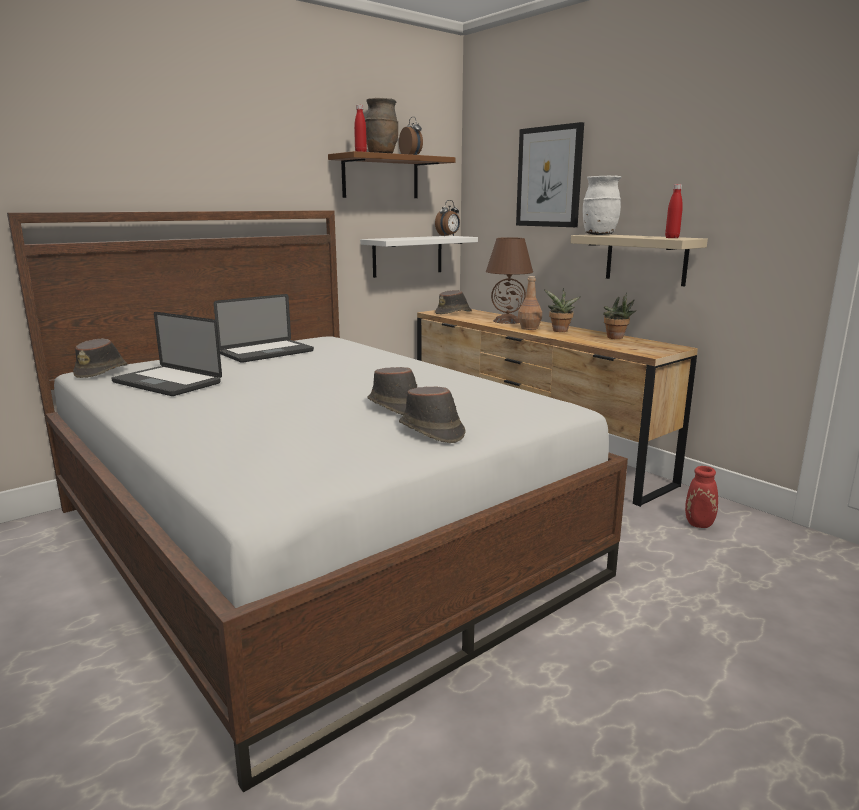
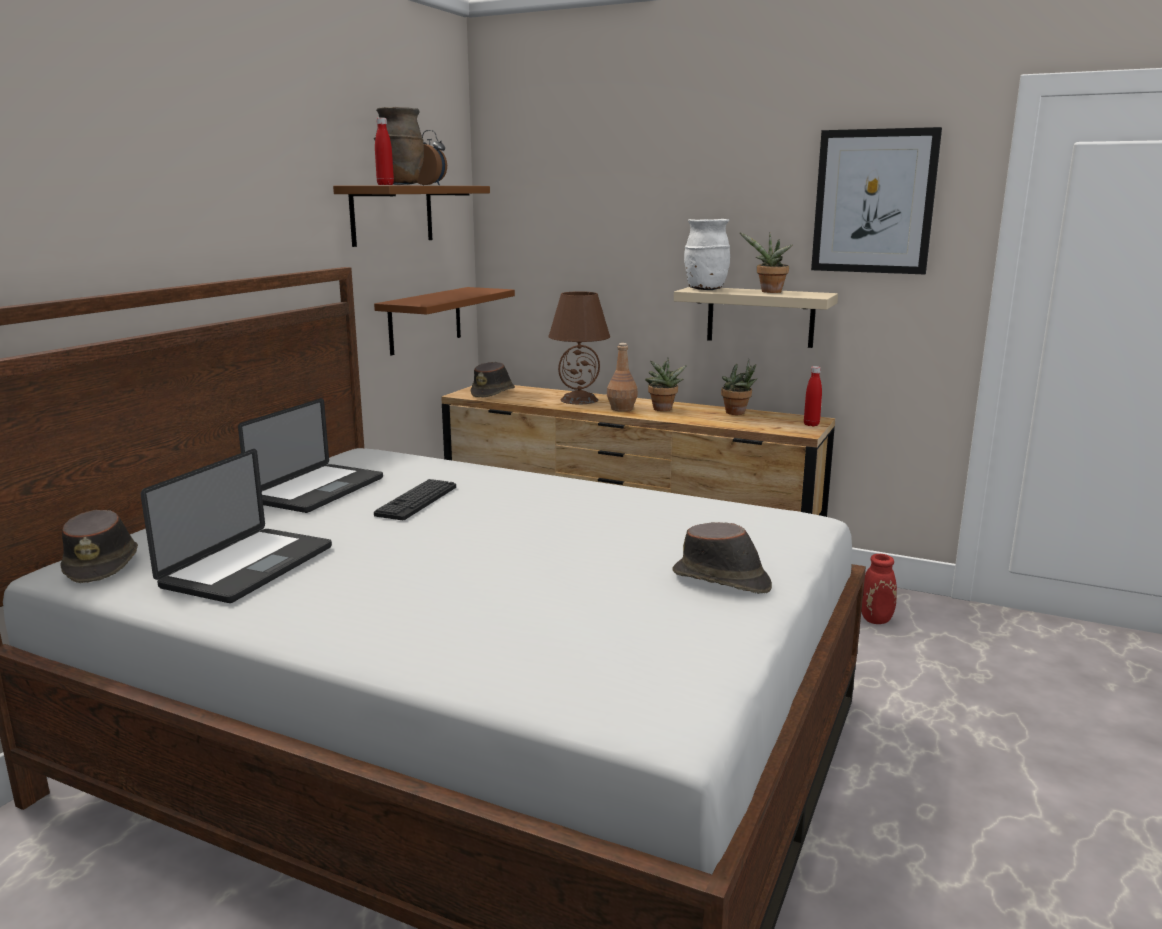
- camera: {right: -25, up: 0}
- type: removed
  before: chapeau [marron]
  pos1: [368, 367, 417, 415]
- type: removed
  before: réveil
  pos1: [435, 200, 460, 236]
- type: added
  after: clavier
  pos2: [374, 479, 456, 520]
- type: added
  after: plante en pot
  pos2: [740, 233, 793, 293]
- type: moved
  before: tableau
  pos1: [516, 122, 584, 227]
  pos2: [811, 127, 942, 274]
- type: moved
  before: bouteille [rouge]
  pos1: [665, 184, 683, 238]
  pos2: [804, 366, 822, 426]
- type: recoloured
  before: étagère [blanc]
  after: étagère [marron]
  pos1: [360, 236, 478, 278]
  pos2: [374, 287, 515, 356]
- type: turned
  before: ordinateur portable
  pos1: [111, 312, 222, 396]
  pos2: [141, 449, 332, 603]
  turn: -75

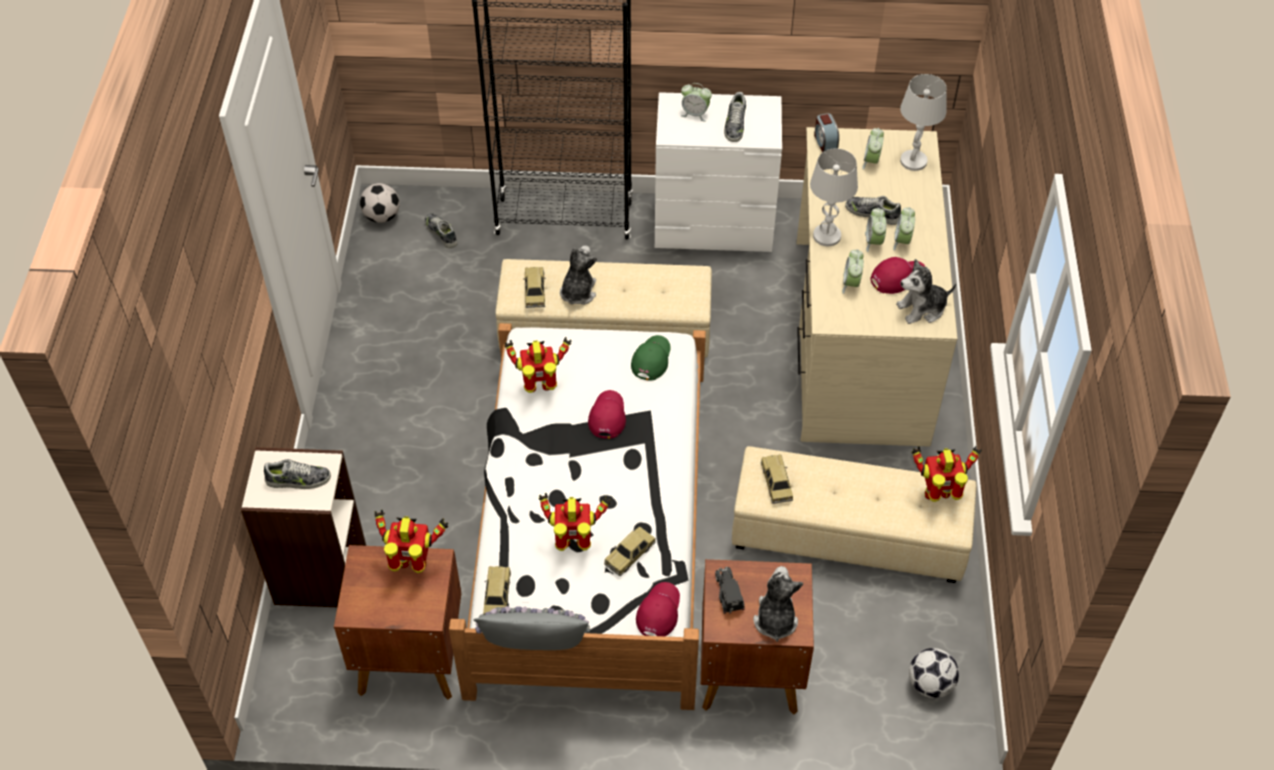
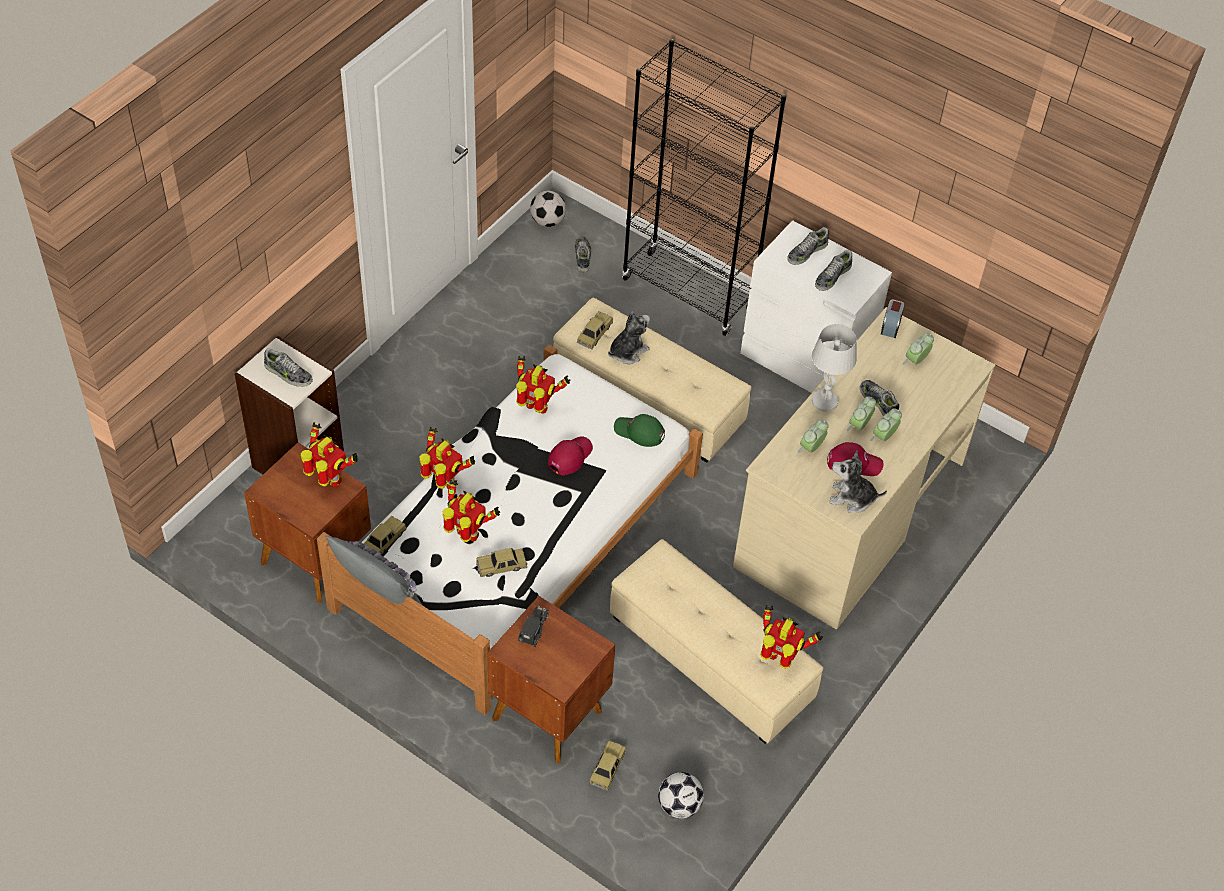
- camera: {right: 30, up: 0}
- type: removed
  before: casquette [rouge]
  pos1: [636, 582, 680, 636]
- type: removed
  before: peluche
  pos1: [753, 566, 803, 642]
- type: removed
  before: lampe de table [blanc]
  pos1: [900, 74, 947, 171]
- type: added
  after: robot jouet
  pos2: [420, 426, 475, 489]
- type: moved
  before: petite voiture
  pos1: [761, 454, 793, 504]
  pos2: [589, 740, 626, 791]
- type: replaced
  before: réveil
  after: chaussure
  pos1: [681, 83, 712, 122]
  pos2: [787, 227, 829, 265]
- type: turned
  before: casquette [vert]
  pos1: [631, 335, 671, 380]
  pos2: [614, 414, 665, 447]
  turn: -120

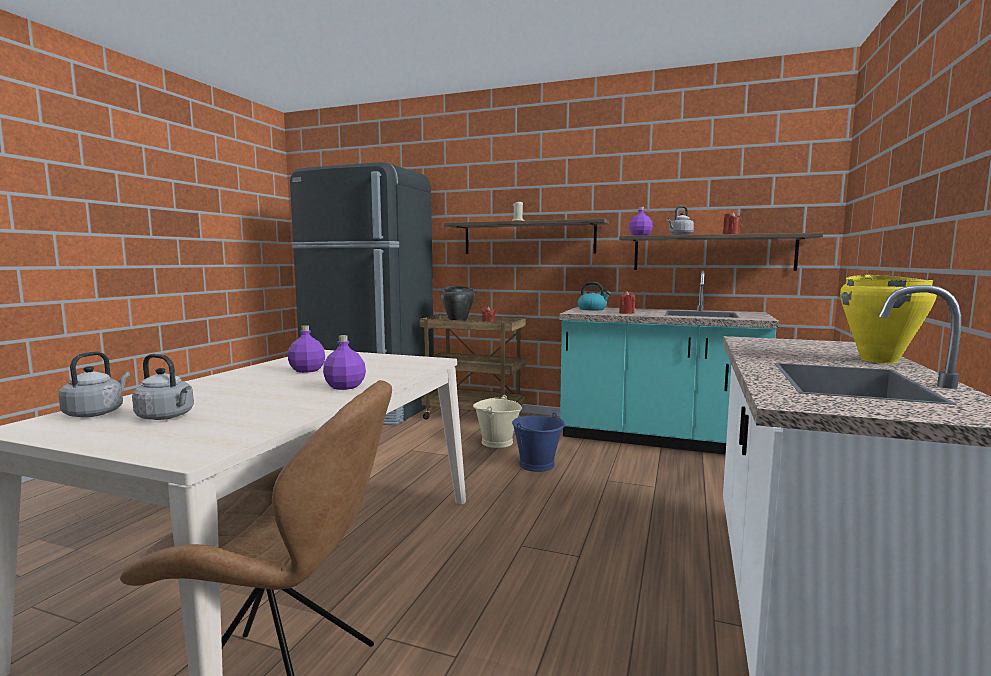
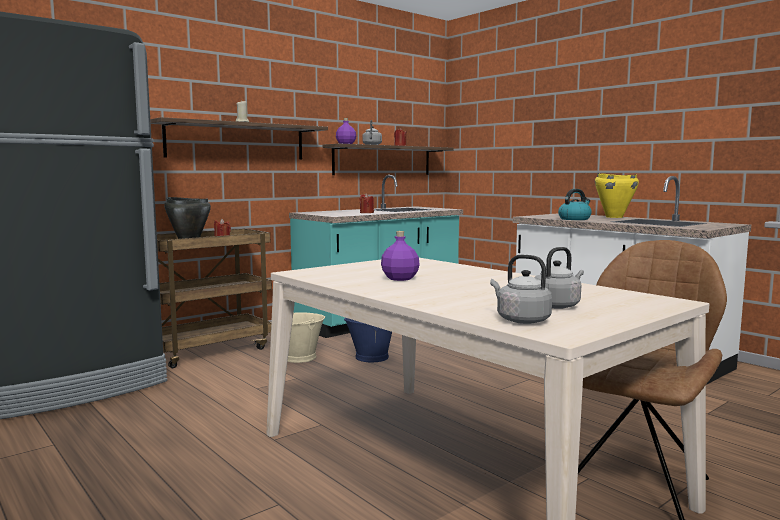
- camera: {right: -60, up: 0}
- type: removed
  before: bouteille [violet]
  pos1: [323, 335, 366, 390]
- type: moved
  before: bouilloire
  pos1: [577, 282, 611, 310]
  pos2: [558, 189, 592, 220]

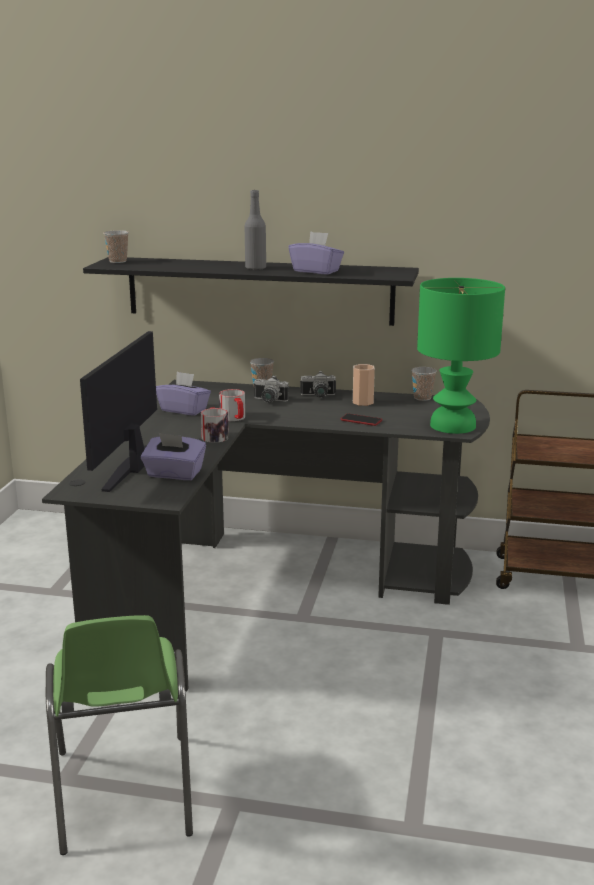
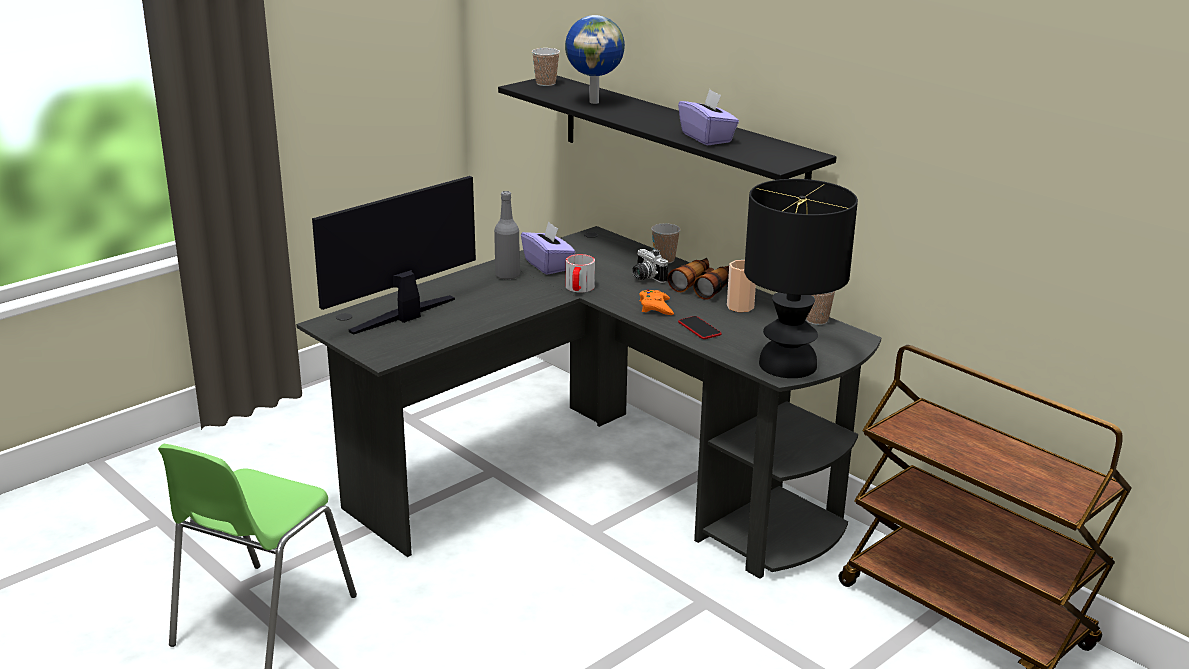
- camera: {right: 35, up: 5}
- type: removed
  before: boîte à mouchoirs [violet]
  pos1: [141, 433, 206, 480]
- type: removed
  before: mug
  pos1: [201, 407, 229, 443]
- type: added
  after: globe
  pos2: [565, 15, 625, 104]
- type: added
  after: manette [orange]
  pos2: [640, 289, 674, 315]
- type: moved
  before: bouteille [gris]
  pos1: [245, 190, 266, 270]
  pos2: [494, 191, 520, 279]
- type: replaced
  before: appareil photo
  after: jumelles
  pos1: [300, 371, 336, 398]
  pos2: [668, 258, 729, 300]
- type: recoloured
  before: lampe de table [vert]
  after: lampe de table [noir]
  pos1: [417, 278, 505, 434]
  pos2: [744, 179, 858, 378]

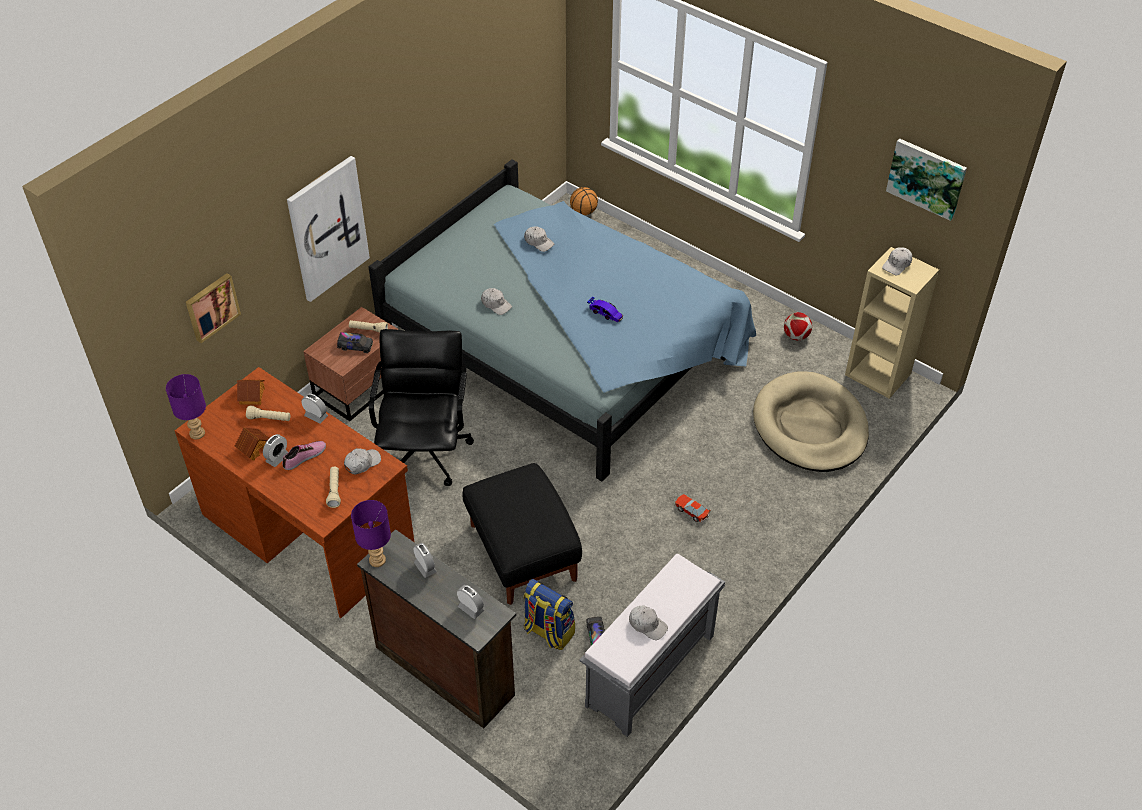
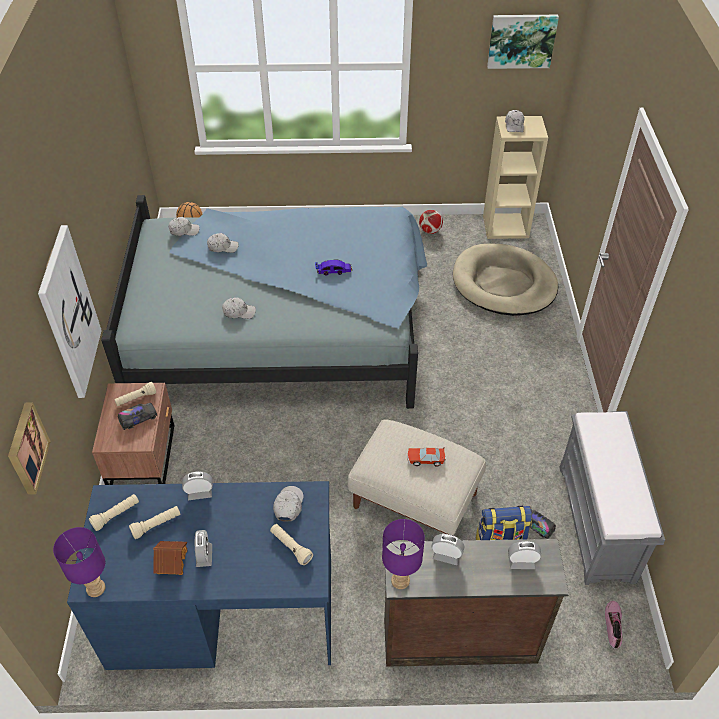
- camera: {right: -40, up: 0}
- type: removed
  before: chaise de bureau [noir]
  pos1: [369, 329, 474, 486]
- type: moved
  before: chaussure
  pos1: [282, 441, 326, 470]
  pos2: [605, 601, 622, 648]
- type: moved
  before: casquette [blanc]
  pos1: [629, 606, 668, 640]
  pos2: [168, 217, 200, 236]
- type: moved
  before: petite voiture
  pos1: [675, 494, 711, 523]
  pos2: [407, 447, 446, 466]
- type: replaced
  before: maison miniature
  after: lampe de poche [beige]
  pos1: [237, 380, 265, 405]
  pos2: [89, 494, 139, 531]
- type: recoloured
  before: bureau [marron]
  after: bureau [bleu]
  pos1: [175, 367, 415, 618]
  pos2: [67, 481, 331, 670]
- type: recoloured
  before: pouf [noir]
  after: pouf [beige]
  pos1: [462, 463, 582, 605]
  pos2: [348, 419, 486, 535]

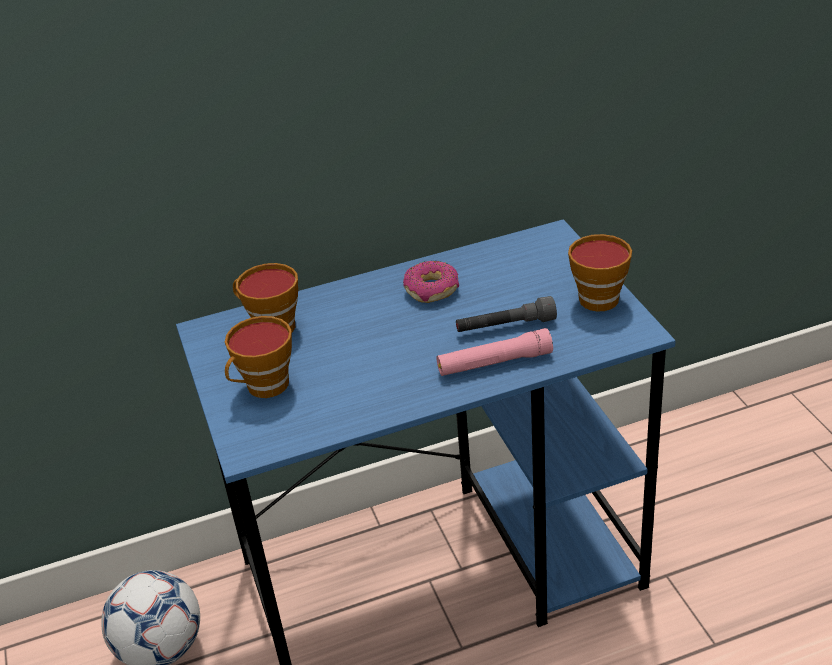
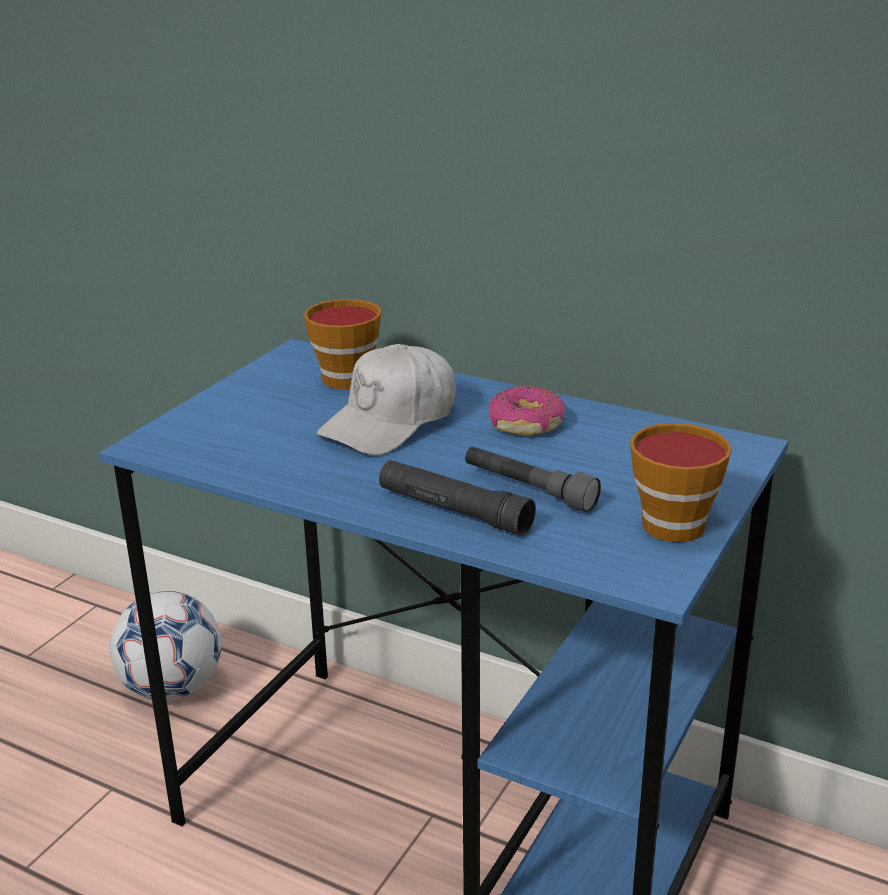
- camera: {right: 45, up: -10}
- type: removed
  before: tasse
  pos1: [225, 316, 292, 398]
- type: added
  after: casquette [blanc]
  pos2: [316, 344, 456, 456]
- type: recoloured
  before: lampe de poche [rose]
  after: lampe de poche [noir]
  pos1: [437, 328, 553, 376]
  pos2: [379, 460, 536, 536]

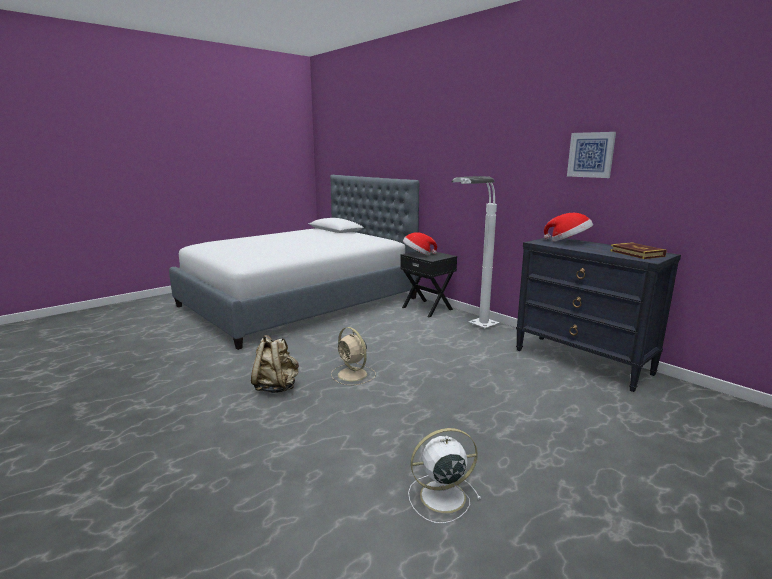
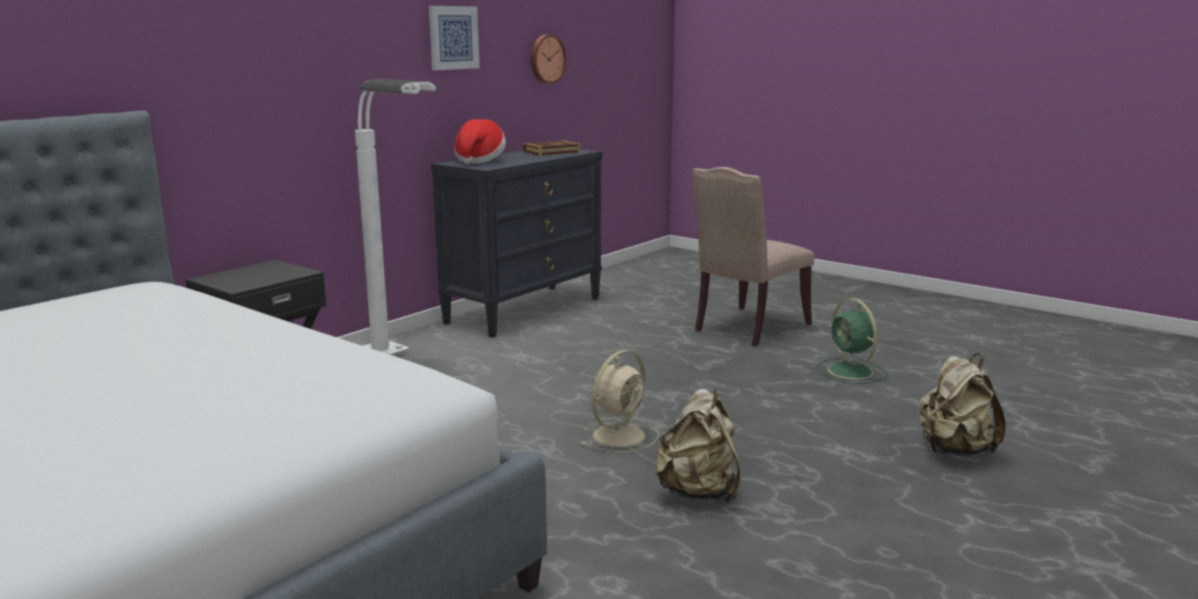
- camera: {right: -100, up: 0}
- type: removed
  before: chapeau
  pos1: [403, 232, 437, 255]
- type: added
  after: horloge murale
  pos2: [531, 34, 566, 84]
- type: added
  after: chaise [beige]
  pos2: [692, 167, 814, 346]
- type: added
  after: sac à dos [beige]
  pos2: [919, 354, 1006, 456]
- type: recoloured
  before: ventilateur [blanc]
  after: ventilateur [vert]
  pos1: [408, 428, 481, 524]
  pos2: [817, 298, 888, 384]

